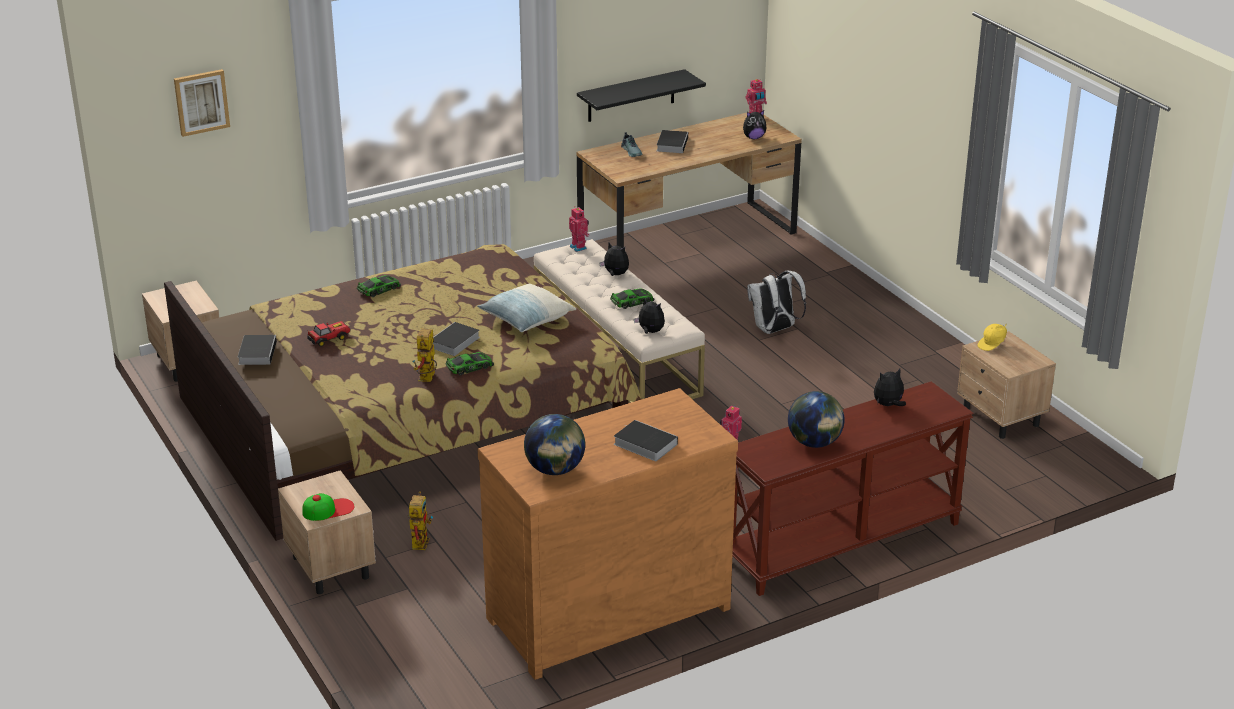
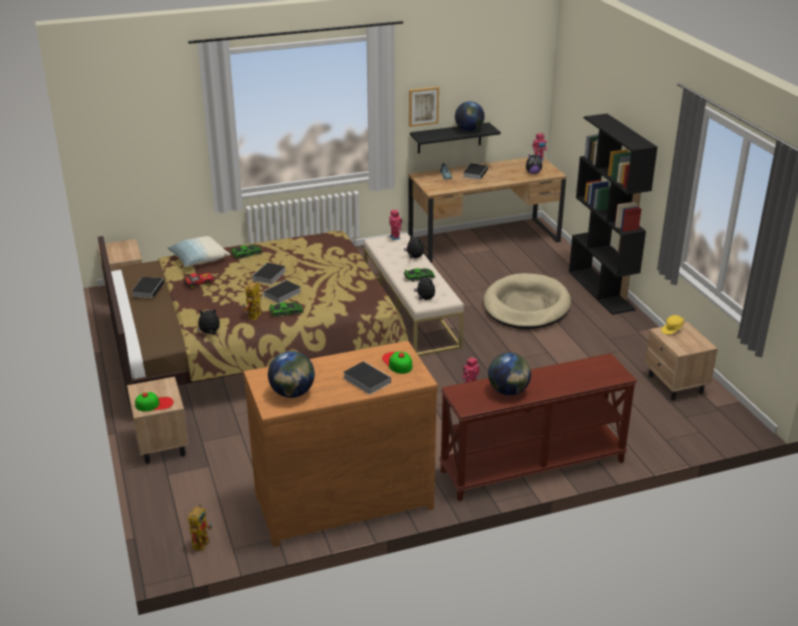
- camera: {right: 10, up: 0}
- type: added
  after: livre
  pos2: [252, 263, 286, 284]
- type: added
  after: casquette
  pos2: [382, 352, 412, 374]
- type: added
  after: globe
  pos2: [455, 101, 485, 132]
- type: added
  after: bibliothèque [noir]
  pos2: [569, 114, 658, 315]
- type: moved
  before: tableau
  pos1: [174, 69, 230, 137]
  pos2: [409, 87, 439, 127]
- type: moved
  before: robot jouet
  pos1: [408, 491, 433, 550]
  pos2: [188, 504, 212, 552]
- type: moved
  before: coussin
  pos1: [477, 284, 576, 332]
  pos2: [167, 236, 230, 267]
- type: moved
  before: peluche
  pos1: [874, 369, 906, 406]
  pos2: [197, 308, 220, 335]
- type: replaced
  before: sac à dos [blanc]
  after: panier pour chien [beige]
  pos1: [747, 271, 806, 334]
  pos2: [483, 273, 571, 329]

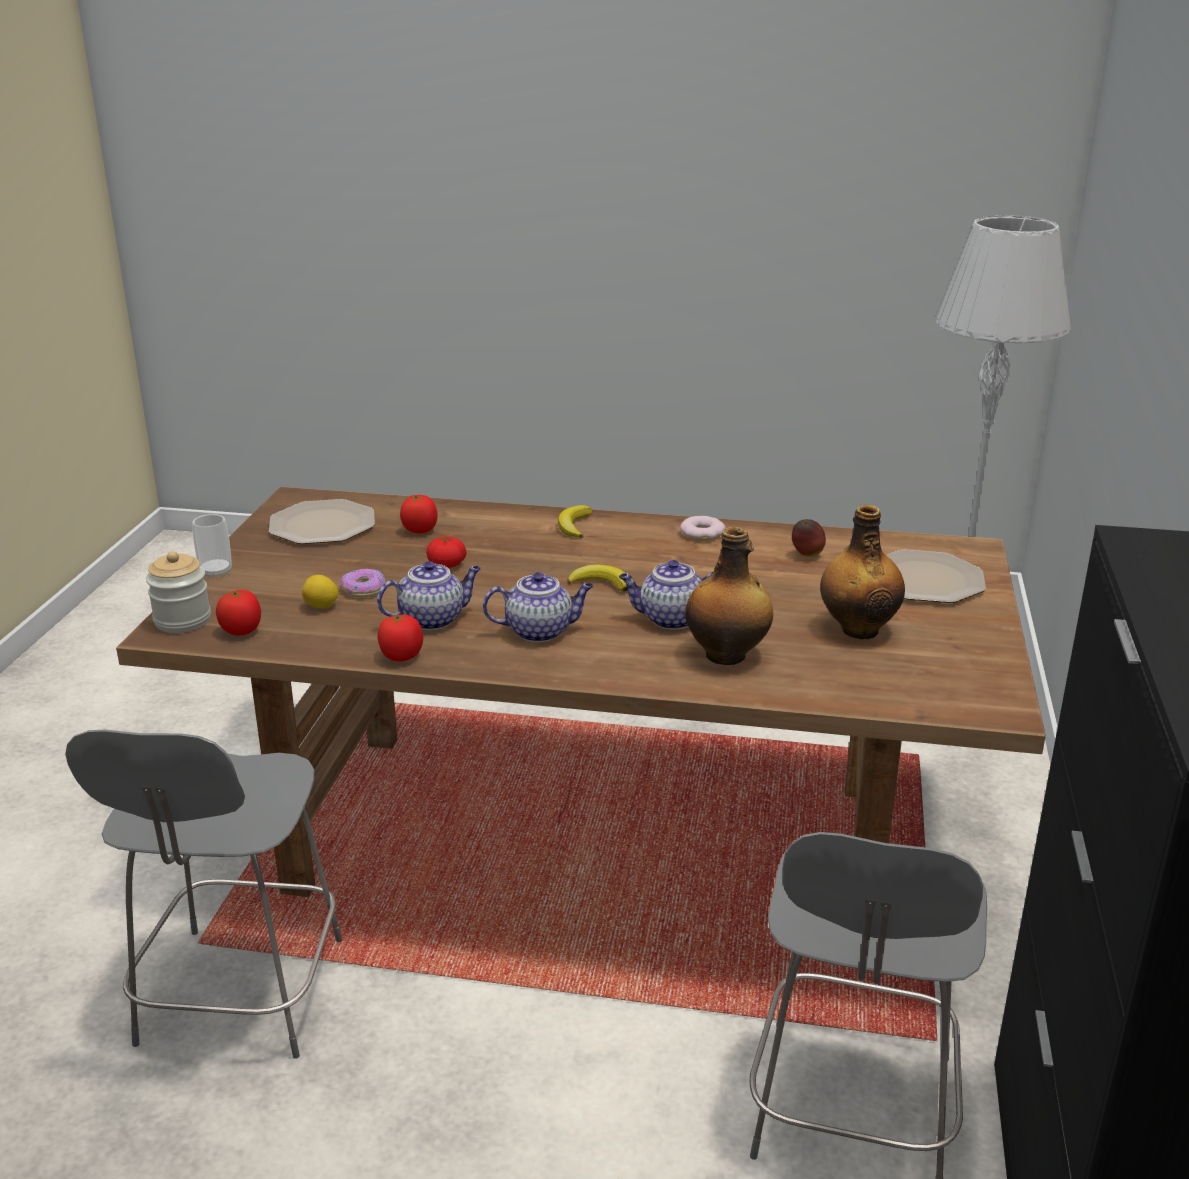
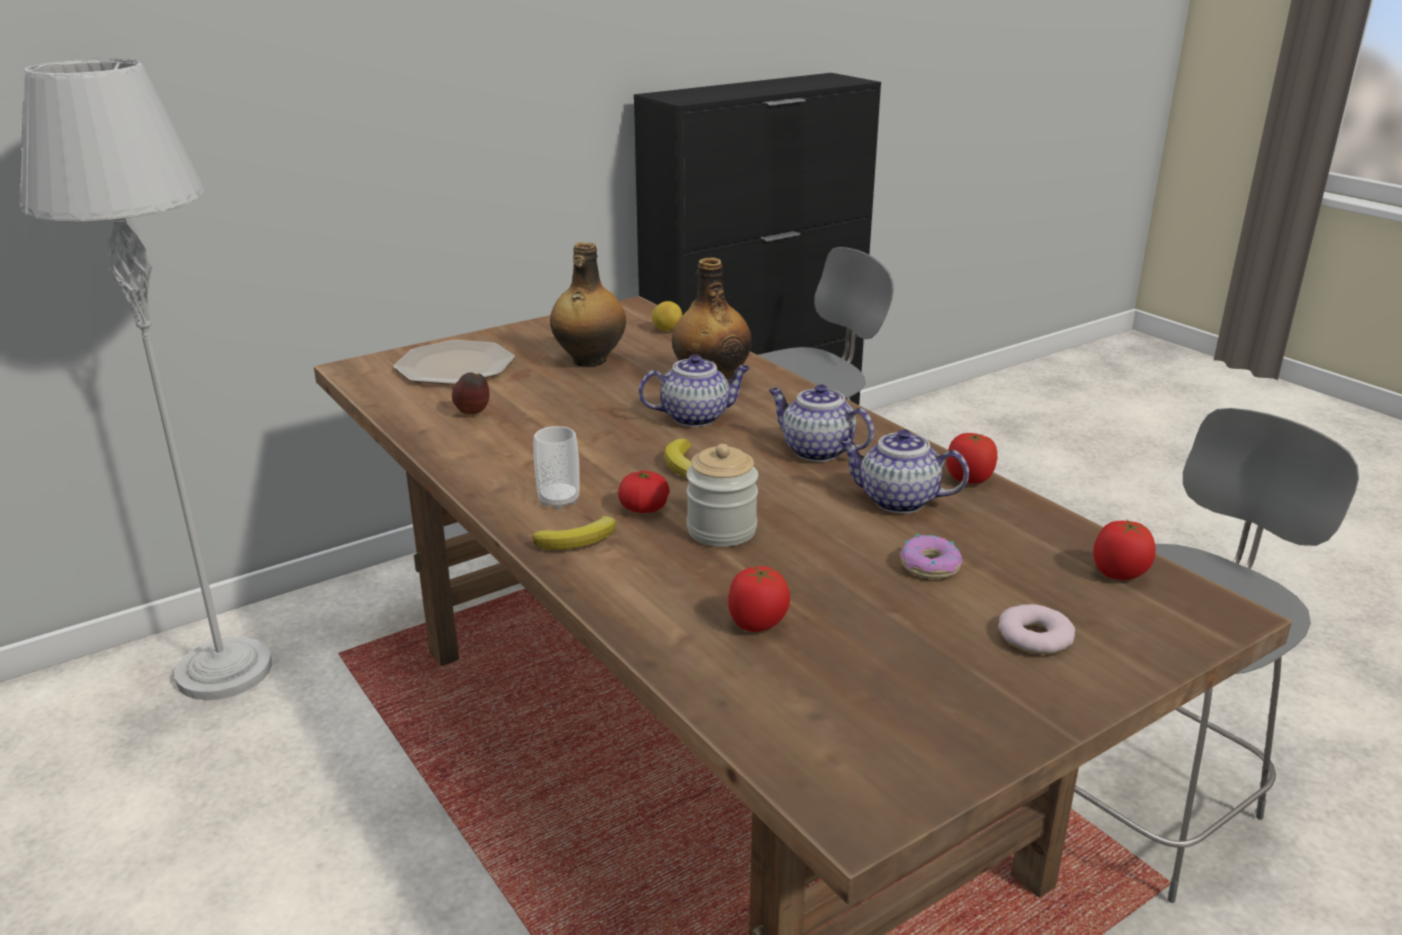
- camera: {right: -135, up: 0}
- type: removed
  before: assiette
  pos1: [269, 499, 375, 544]
- type: moved
  before: bocal
  pos1: [146, 551, 211, 633]
  pos2: [686, 444, 758, 547]
- type: moved
  before: tasse
  pos1: [192, 514, 232, 579]
  pos2: [533, 426, 580, 509]
- type: moved
  before: citron
  pos1: [302, 575, 339, 608]
  pos2: [652, 301, 682, 331]
- type: moved
  before: tomate
  pos1: [426, 536, 466, 568]
  pos2: [618, 471, 669, 513]
- type: moved
  before: beignet
  pos1: [680, 516, 726, 540]
  pos2: [998, 604, 1075, 654]
- type: turned
  before: théière
  pos1: [619, 560, 714, 630]
  pos2: [639, 354, 750, 427]
  turn: -60

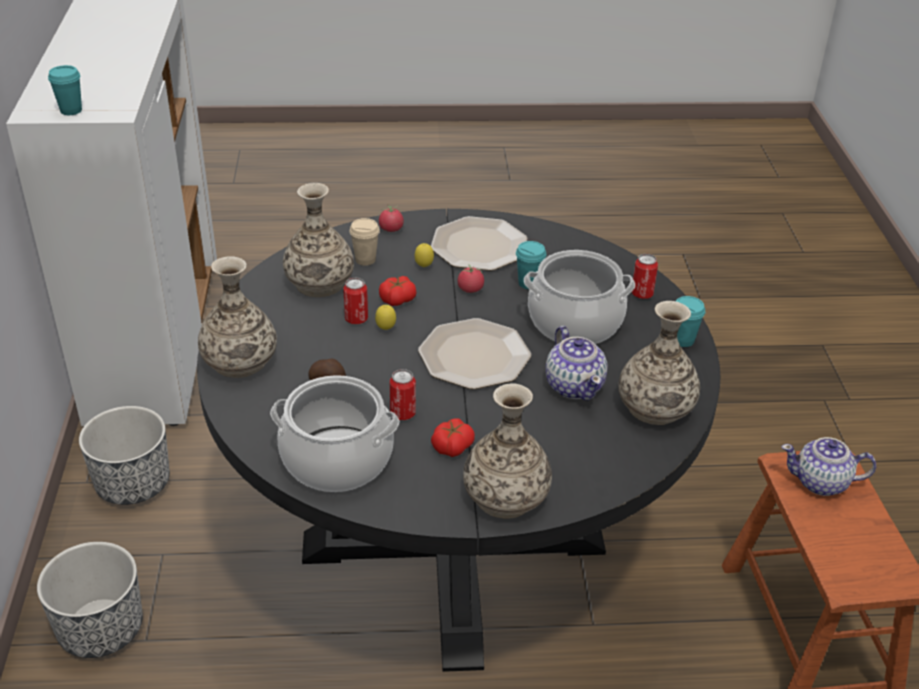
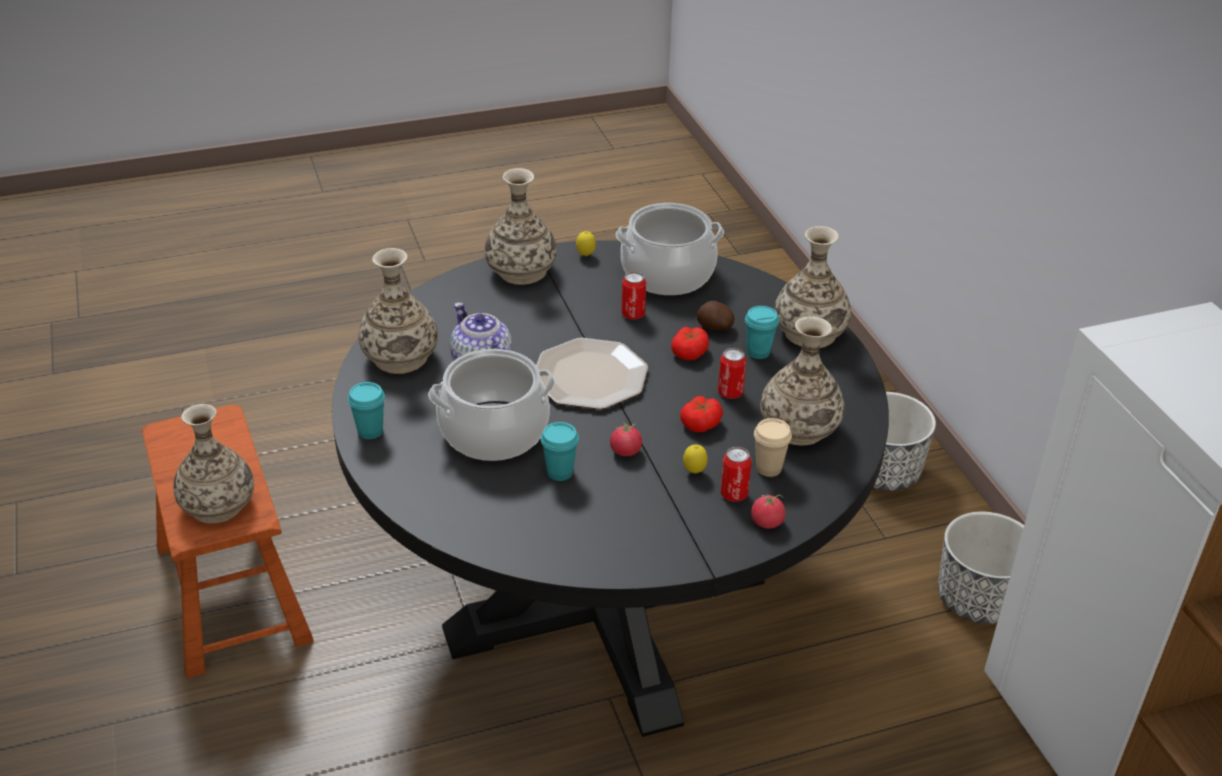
- camera: {right: 165, up: 0}
- type: removed
  before: assiette
  pos1: [431, 216, 527, 271]
- type: moved
  before: tasse [turquoise]
  pos1: [48, 65, 82, 115]
  pos2: [745, 306, 779, 359]
- type: moved
  before: citron
  pos1: [375, 305, 396, 330]
  pos2: [576, 231, 596, 256]
- type: moved
  before: tomate
  pos1: [431, 419, 475, 457]
  pos2: [671, 327, 709, 360]
- type: moved
  before: boîte métallique
  pos1: [632, 254, 658, 299]
  pos2: [721, 447, 752, 502]
- type: replaced
  before: théière
  after: vase
  pos1: [781, 437, 876, 496]
  pos2: [173, 404, 254, 523]

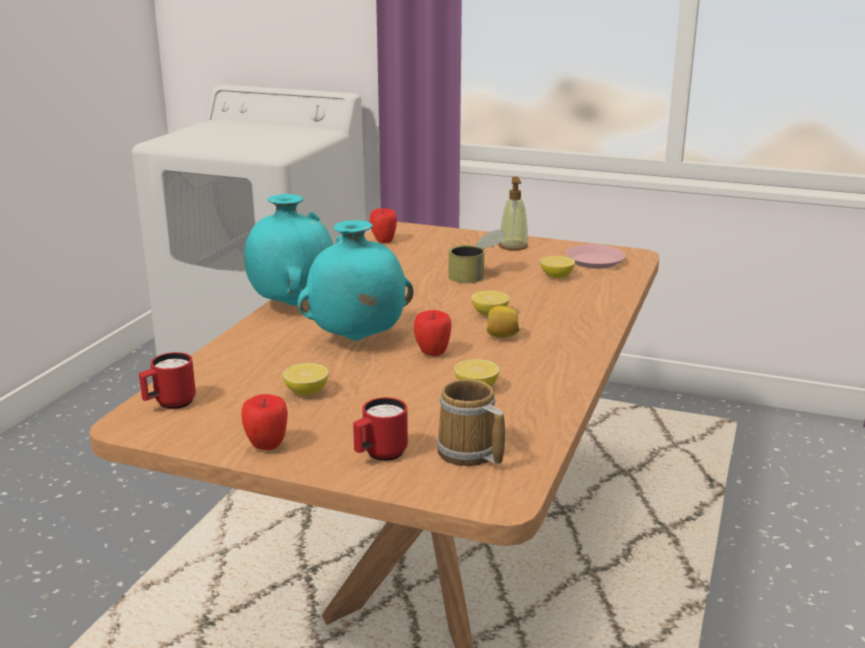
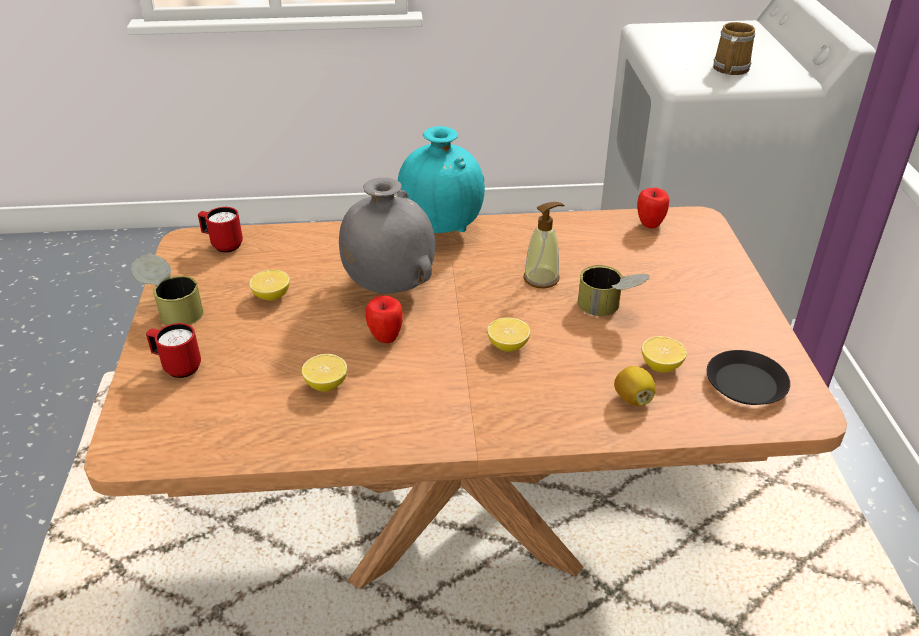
- camera: {right: 65, up: 15}
- type: moved
  before: mug
  pos1: [436, 379, 505, 466]
  pos2: [713, 22, 755, 75]
- type: moved
  before: citron
  pos1: [487, 306, 520, 338]
  pos2: [614, 366, 656, 406]
- type: moved
  before: distributeur de savon
  pos1: [499, 177, 528, 251]
  pos2: [524, 202, 564, 288]
- type: replaced
  before: pomme
  after: boîte métallique
  pos1: [241, 394, 288, 450]
  pos2: [131, 254, 204, 325]
- type: recoloured
  before: vase [turquoise]
  after: vase [gris]
  pos1: [298, 220, 414, 341]
  pos2: [339, 177, 435, 294]
- type: recoloured
  before: assiette [rose]
  after: assiette [noir]
  pos1: [565, 244, 626, 269]
  pos2: [707, 350, 790, 405]

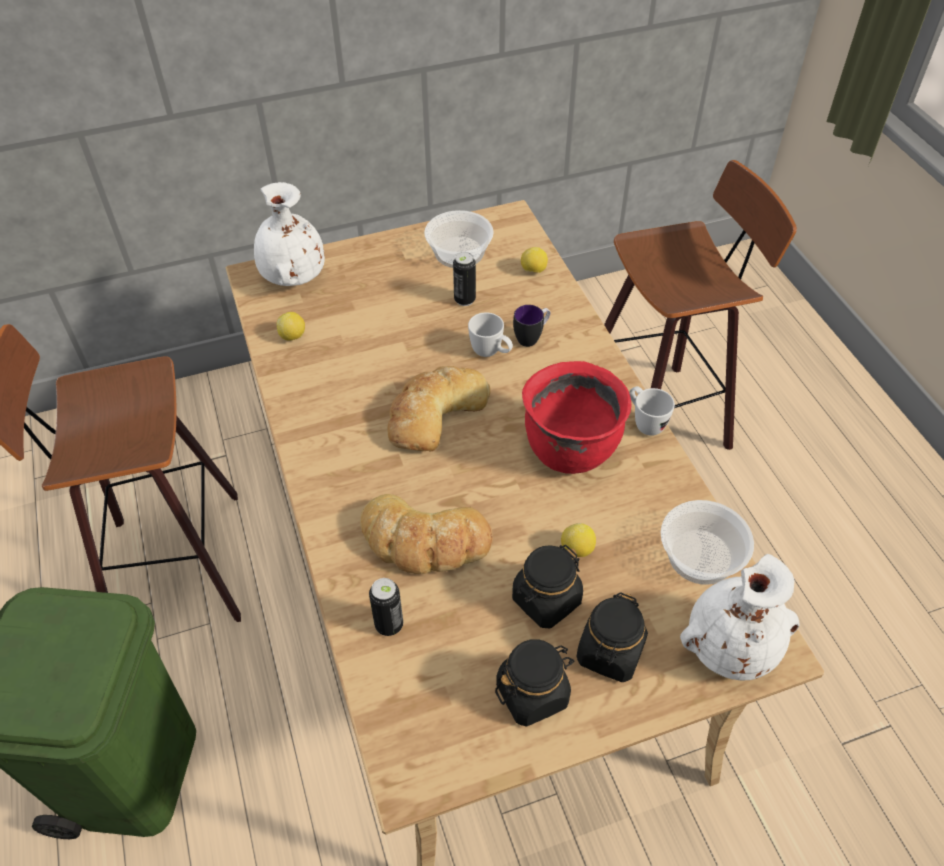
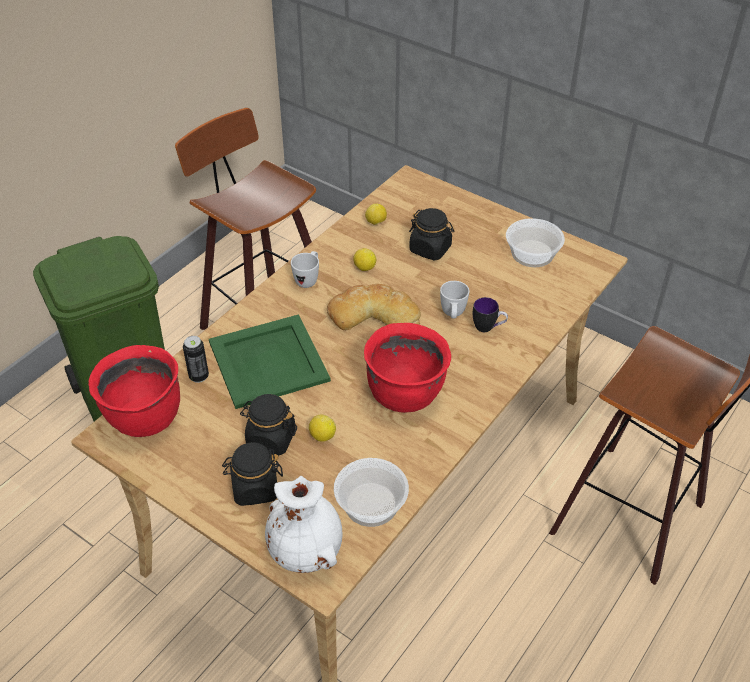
- camera: {right: 55, up: -5}
- type: removed
  before: vase [blanc]
  pos1: [254, 182, 325, 286]
- type: removed
  before: boîte métallique
  pos1: [453, 252, 476, 306]
- type: added
  after: marmite [rouge]
  pos2: [88, 345, 180, 437]
- type: moved
  before: bocal [noir]
  pos1: [495, 639, 575, 727]
  pos2: [409, 208, 454, 260]
- type: moved
  before: citron
  pos1: [521, 247, 548, 273]
  pos2: [353, 248, 376, 271]
- type: moved
  before: mug [blanc]
  pos1: [629, 386, 675, 436]
  pos2: [291, 251, 319, 288]
- type: replaced
  before: pain
  after: plateau [vert]
  pos1: [360, 494, 493, 574]
  pos2: [209, 314, 331, 409]

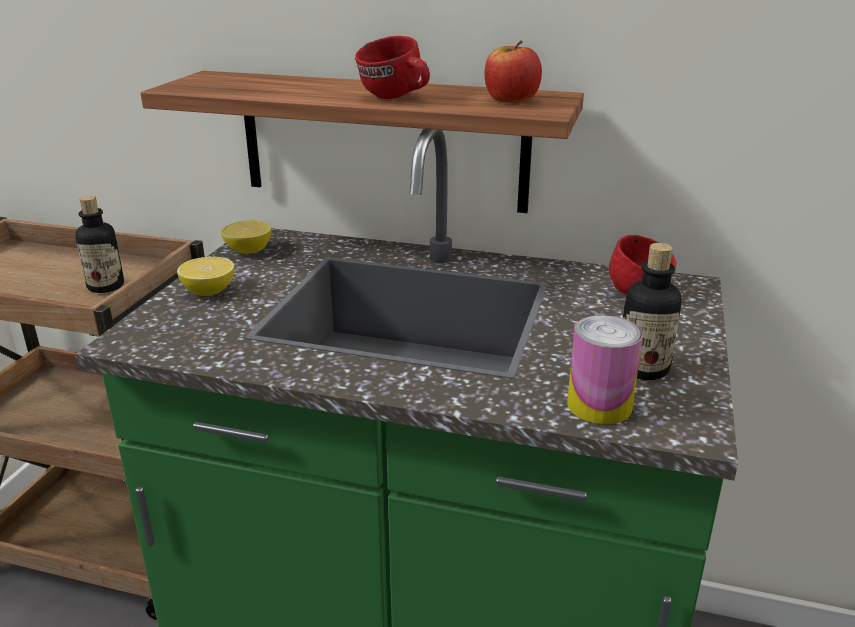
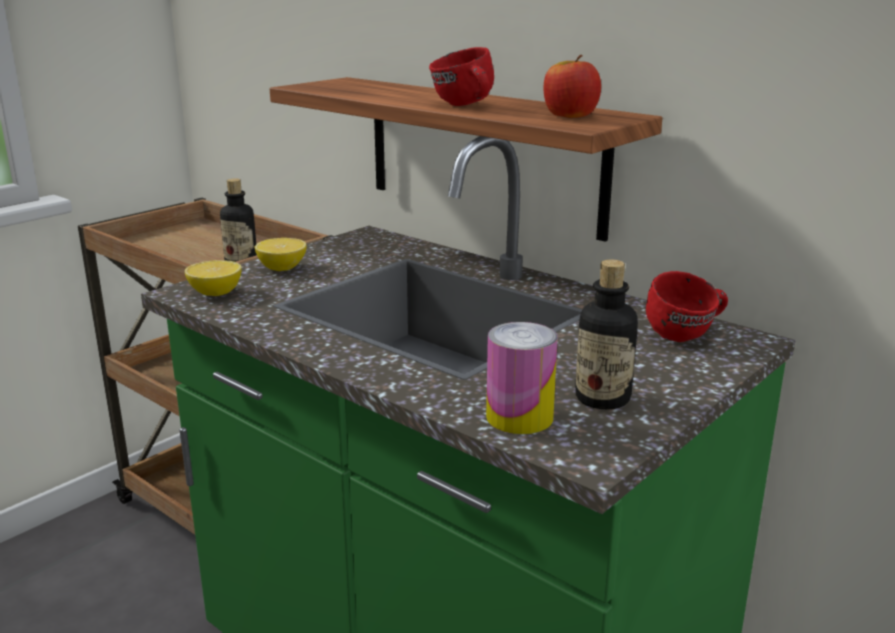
- camera: {right: 25, up: -5}
- type: moved
  before: citron
  pos1: [220, 220, 272, 254]
  pos2: [185, 260, 242, 296]

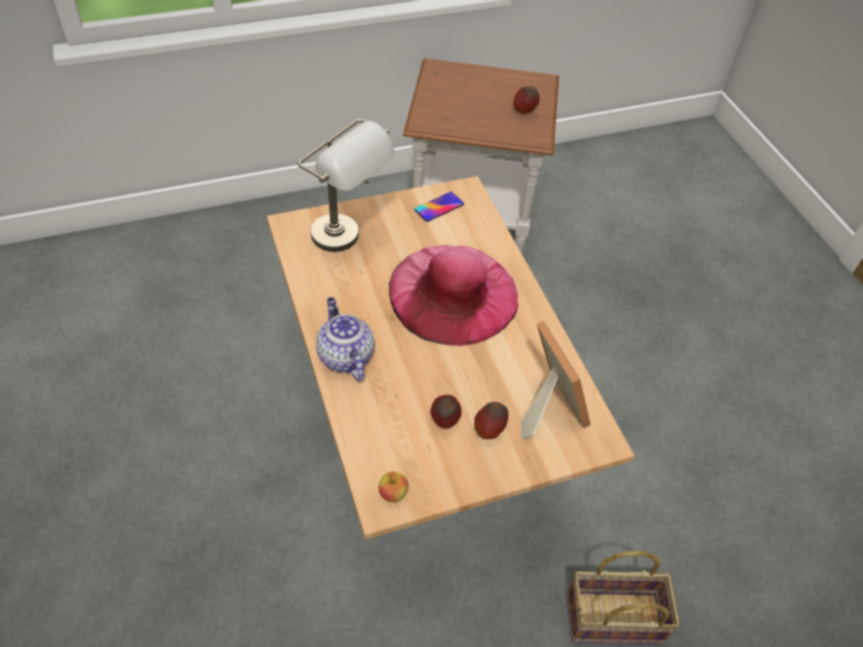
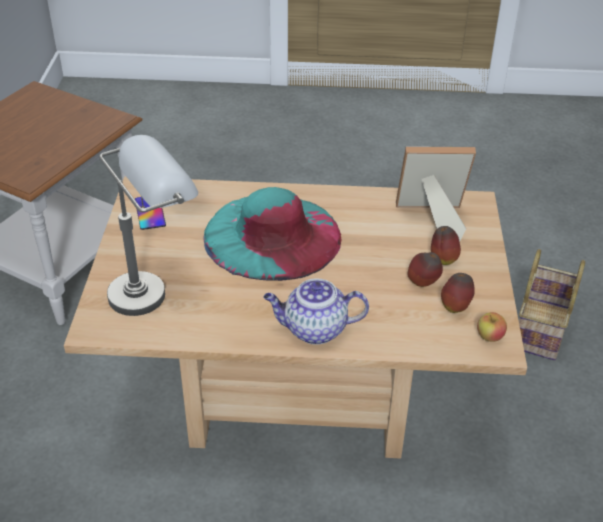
- camera: {right: -65, up: -10}
- type: moved
  before: pomme
  pos1: [513, 86, 540, 114]
  pos2: [441, 273, 475, 313]
- type: recoloured
  before: chapeau [rose]
  after: chapeau [turquoise]
  pos1: [389, 245, 518, 346]
  pos2: [203, 187, 342, 281]

